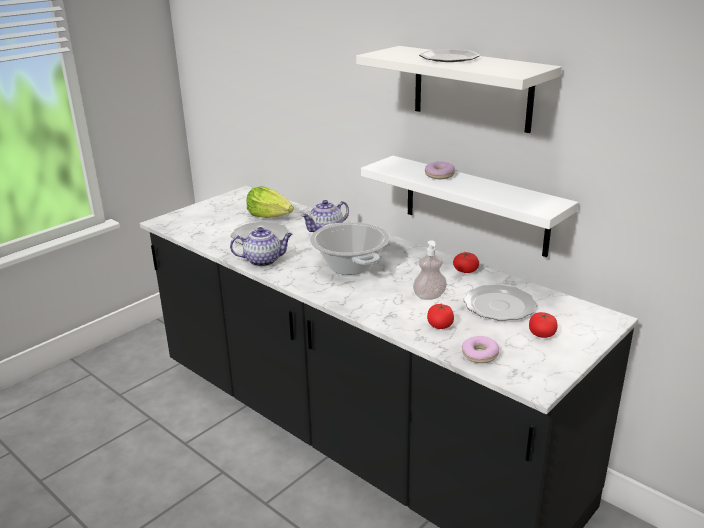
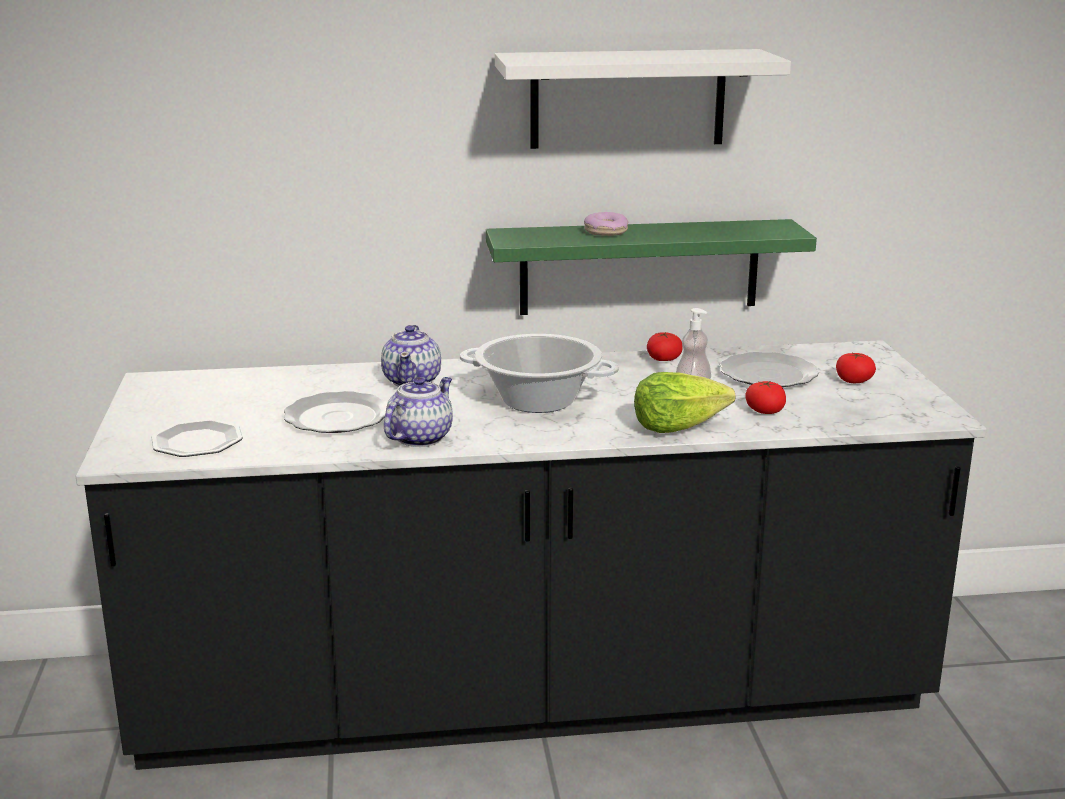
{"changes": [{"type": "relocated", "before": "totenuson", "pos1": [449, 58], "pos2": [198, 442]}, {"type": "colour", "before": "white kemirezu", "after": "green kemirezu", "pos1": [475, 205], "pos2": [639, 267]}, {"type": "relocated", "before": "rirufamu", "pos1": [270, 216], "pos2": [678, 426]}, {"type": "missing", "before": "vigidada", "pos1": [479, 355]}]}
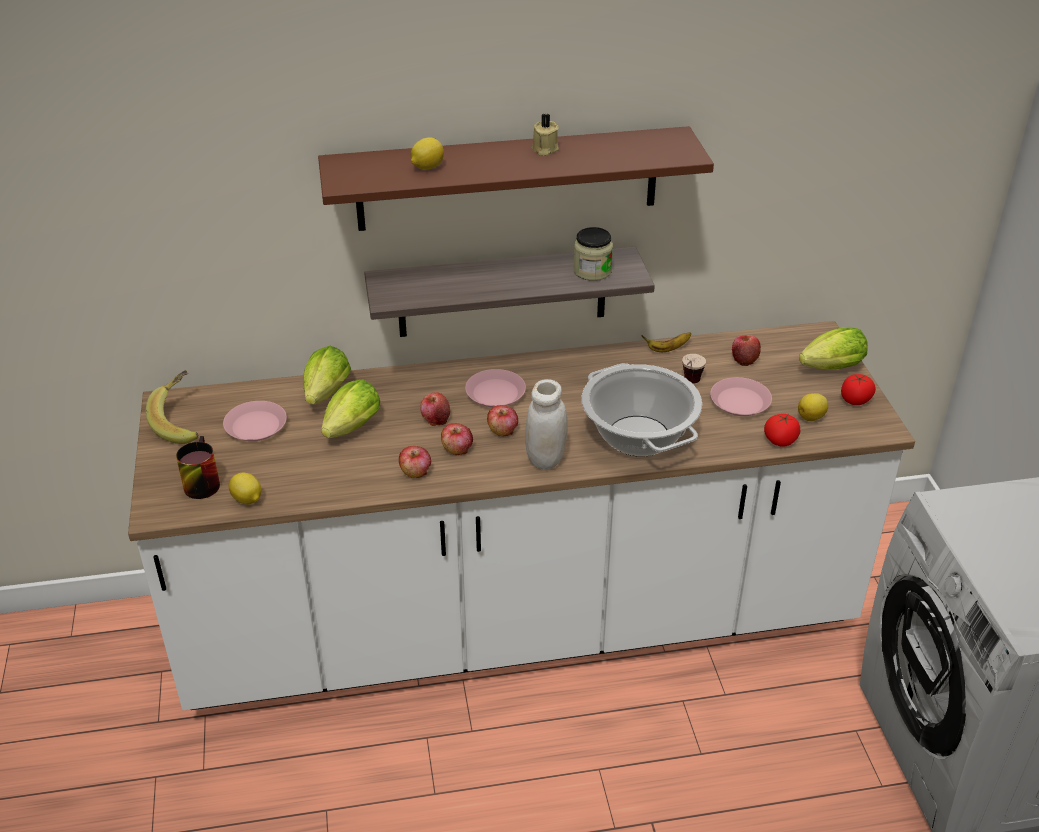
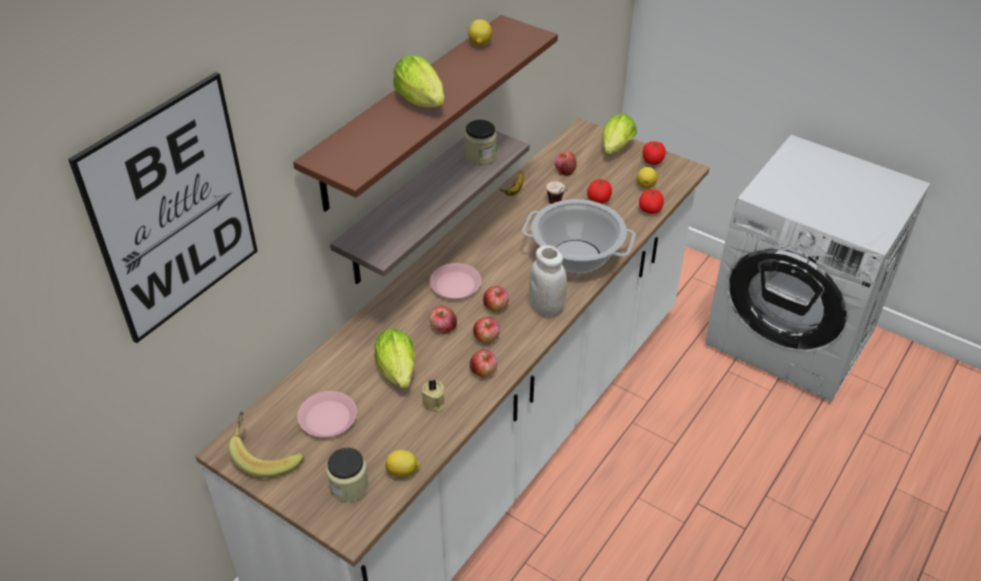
{"changes": [{"type": "relocated", "before": "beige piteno", "pos1": [544, 149], "pos2": [433, 403]}, {"type": "relocated", "before": "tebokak", "pos1": [427, 167], "pos2": [479, 44]}, {"type": "relocated", "before": "rirufamu", "pos1": [325, 396], "pos2": [423, 103]}, {"type": "exchanged", "before": "pink totenuson", "after": "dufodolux", "pos1": [739, 402], "pos2": [599, 199]}, {"type": "exchanged", "before": "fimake", "after": "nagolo", "pos1": [199, 482], "pos2": [349, 486]}, {"type": "appeared", "after": "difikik", "pos2": [173, 210]}]}
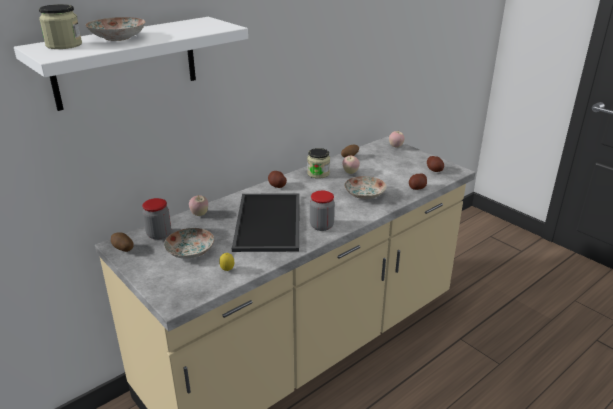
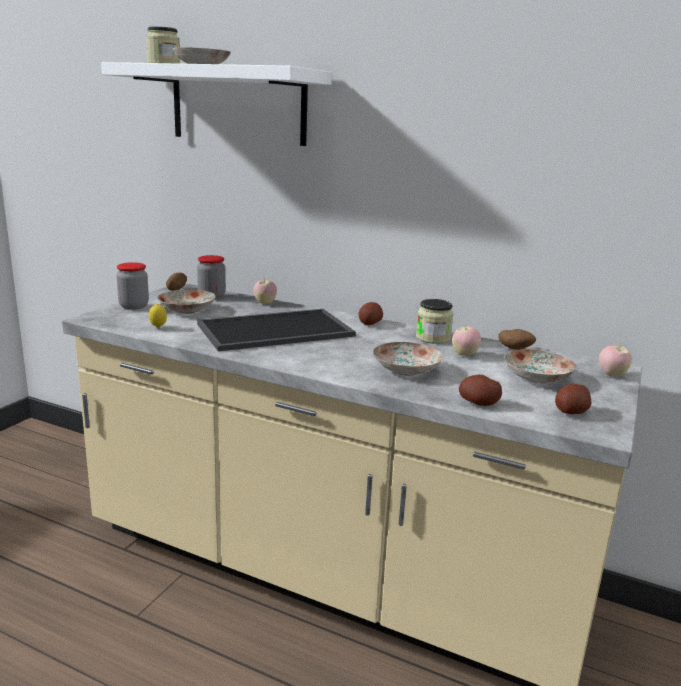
{"changes": [{"type": "relocated", "before": "nagolo", "pos1": [321, 226], "pos2": [134, 306]}, {"type": "appeared", "after": "totenuson", "pos2": [537, 378]}]}
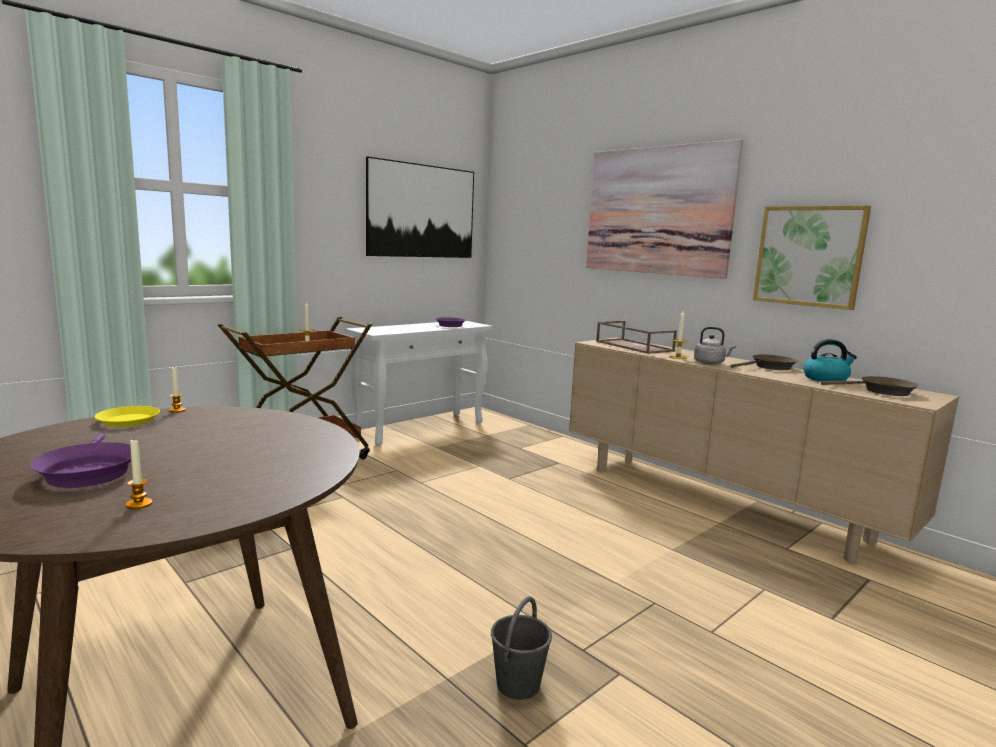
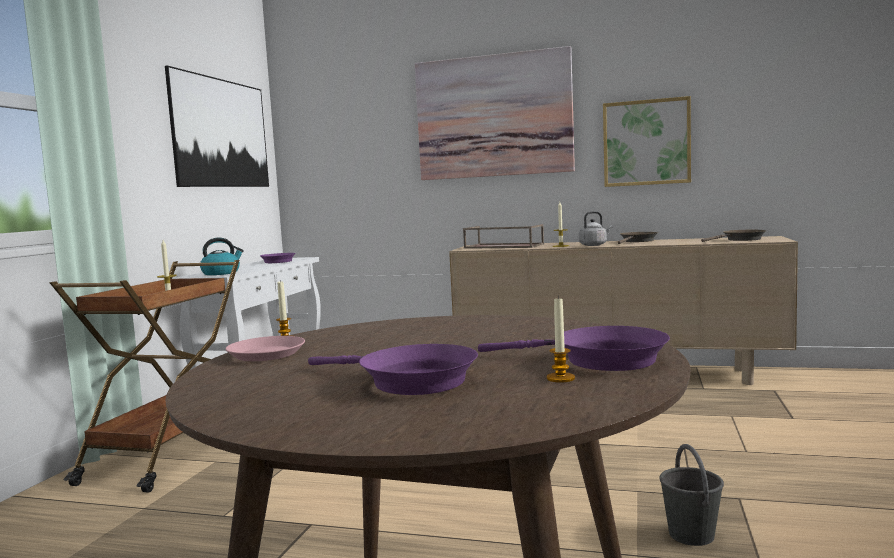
{"changes": [{"type": "relocated", "before": "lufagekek", "pos1": [826, 379], "pos2": [221, 273]}, {"type": "colour", "before": "yellow totenuson", "after": "pink totenuson", "pos1": [129, 420], "pos2": [267, 354]}, {"type": "appeared", "after": "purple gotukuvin", "pos2": [599, 360]}]}
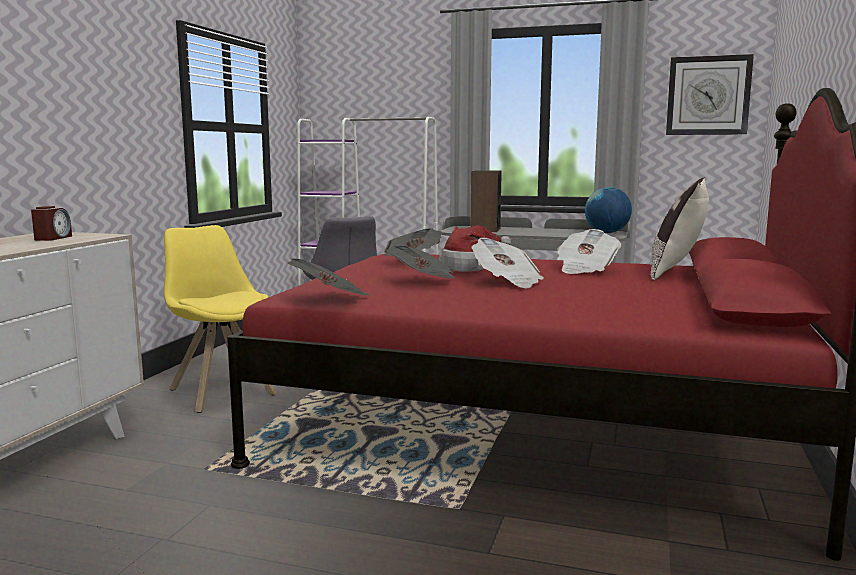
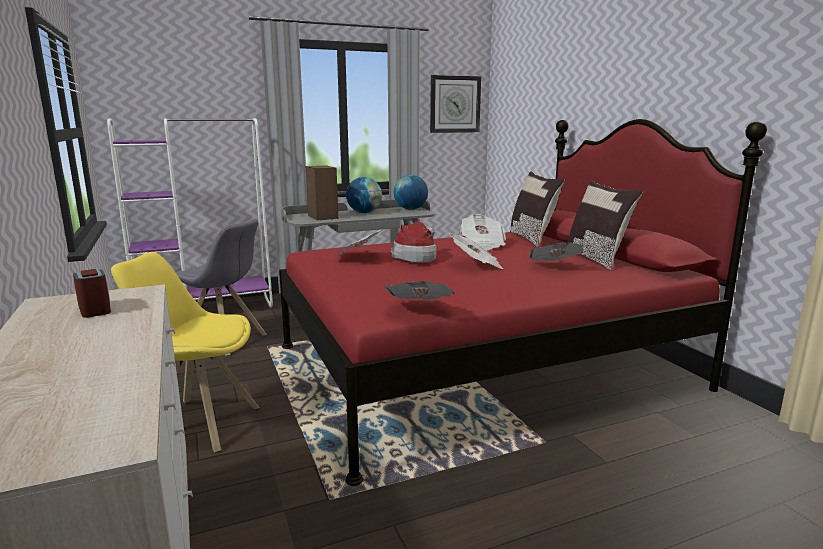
{"changes": [{"type": "relocated", "before": "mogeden", "pos1": [423, 282], "pos2": [554, 267]}, {"type": "appeared", "after": "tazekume", "pos2": [364, 212]}, {"type": "appeared", "after": "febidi", "pos2": [596, 259]}]}
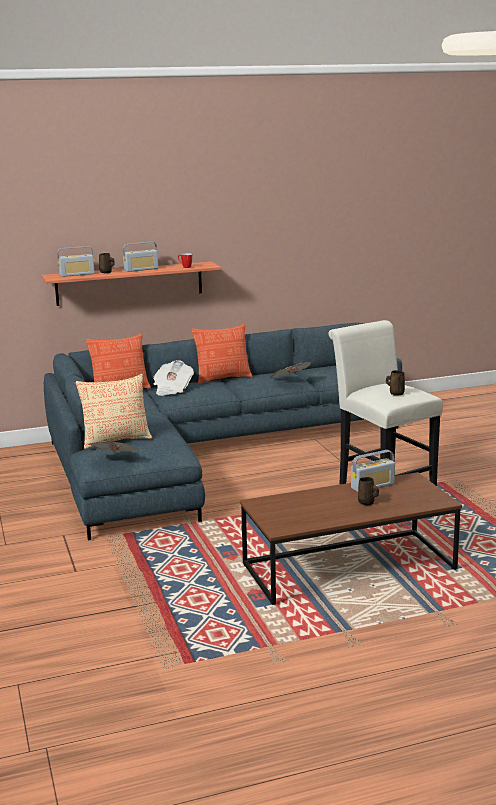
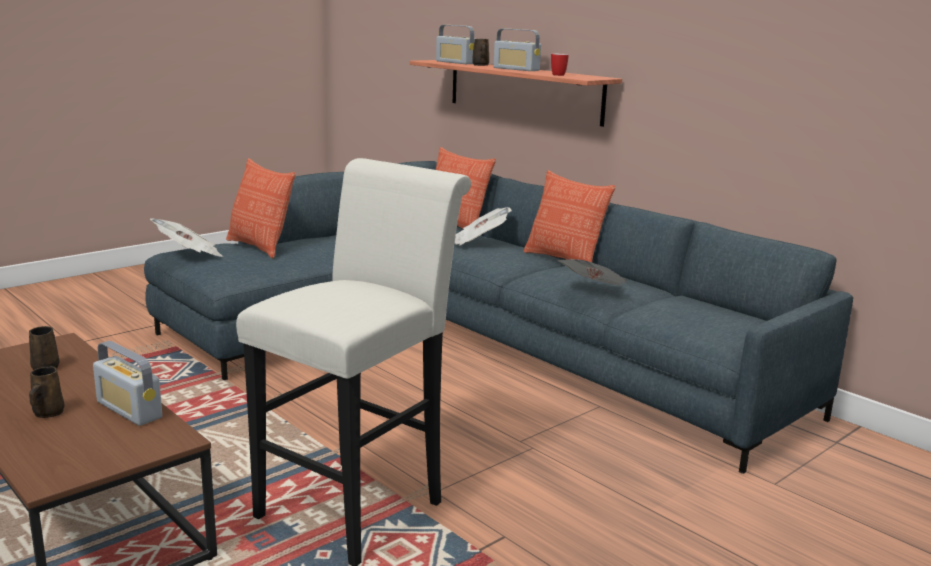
{"changes": [{"type": "relocated", "before": "brown fimake", "pos1": [396, 393], "pos2": [46, 367]}, {"type": "colour", "before": "beige febidi", "after": "orange febidi", "pos1": [116, 441], "pos2": [260, 247]}]}
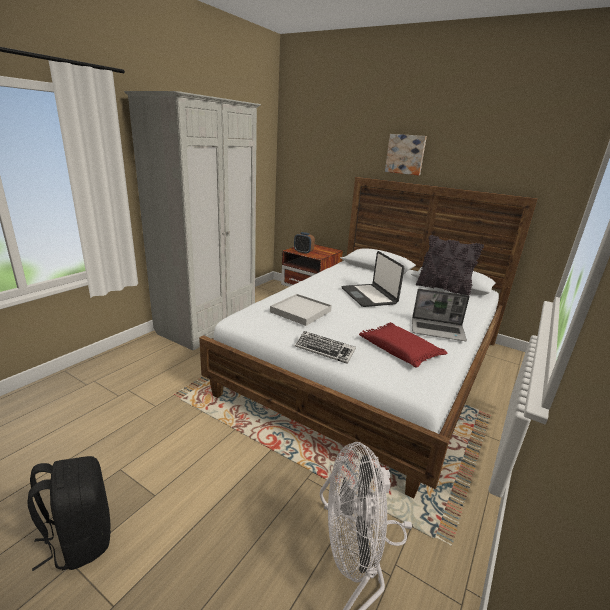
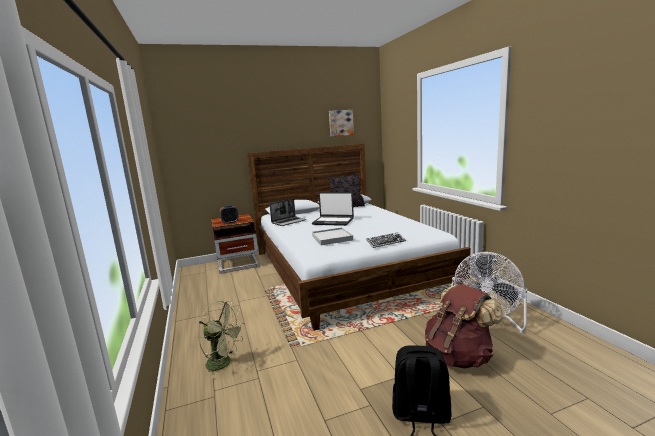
{"changes": [{"type": "missing", "before": "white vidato", "pos1": [207, 325]}, {"type": "relocated", "before": "difikik", "pos1": [405, 154], "pos2": [340, 123]}, {"type": "relocated", "before": "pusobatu", "pos1": [438, 330], "pos2": [289, 222]}, {"type": "missing", "before": "red febidi", "pos1": [400, 348]}, {"type": "appeared", "after": "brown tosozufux", "pos2": [459, 356]}, {"type": "appeared", "after": "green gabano", "pos2": [224, 363]}]}
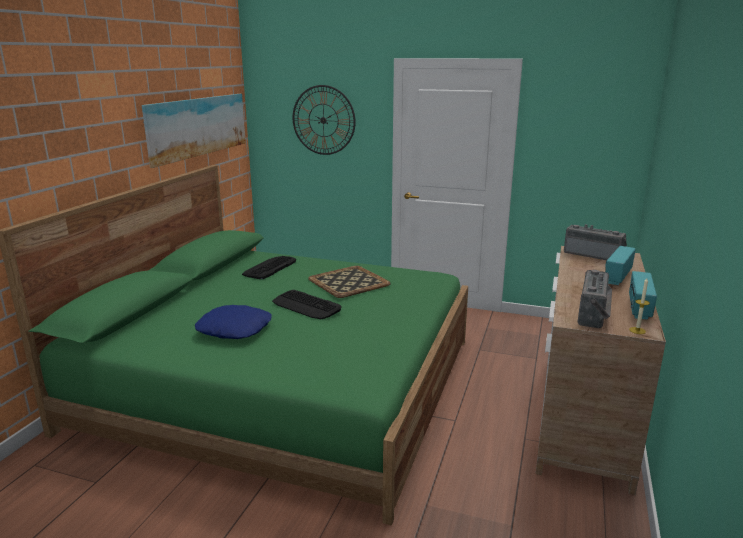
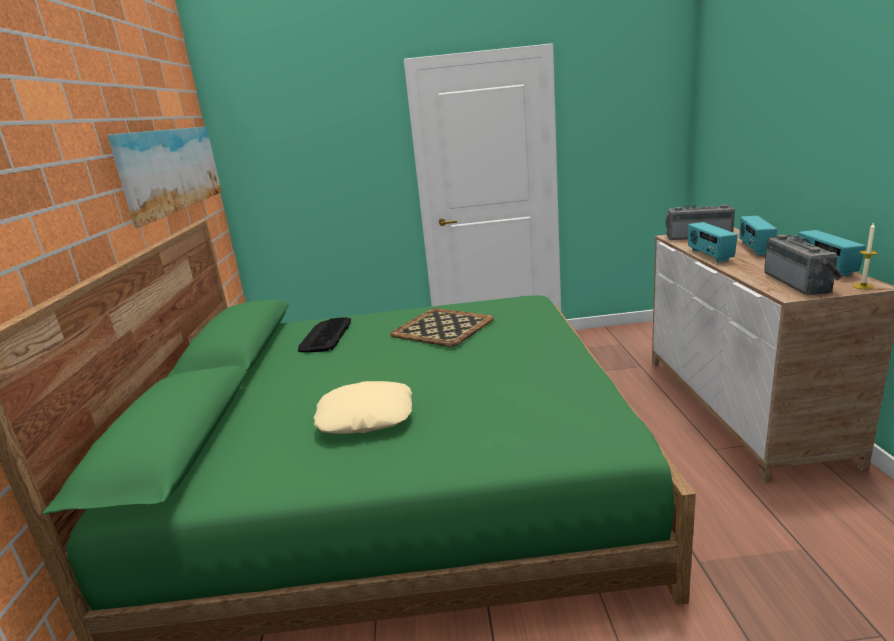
{"changes": [{"type": "missing", "before": "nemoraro", "pos1": [323, 120]}, {"type": "missing", "before": "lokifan", "pos1": [306, 306]}, {"type": "colour", "before": "blue febidi", "after": "beige febidi", "pos1": [235, 329], "pos2": [366, 416]}, {"type": "appeared", "after": "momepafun", "pos2": [709, 255]}]}
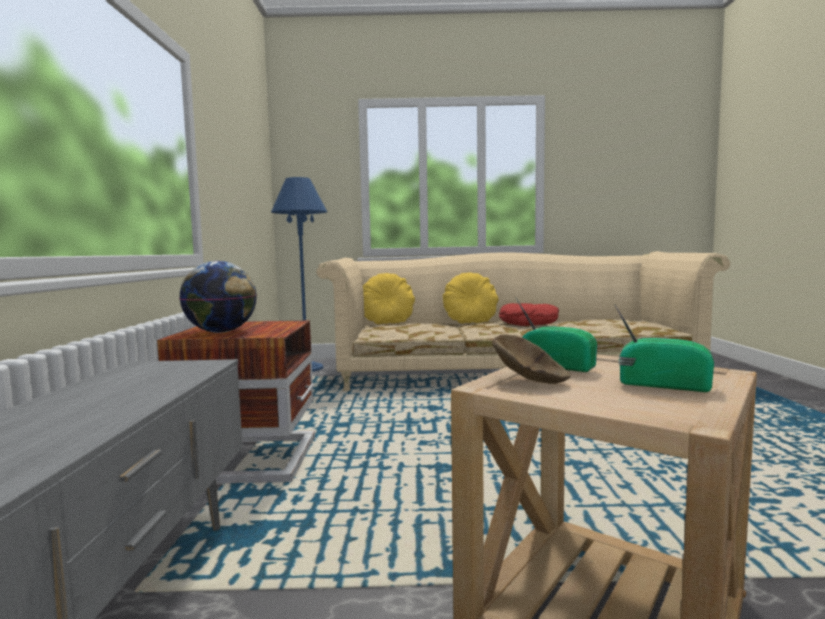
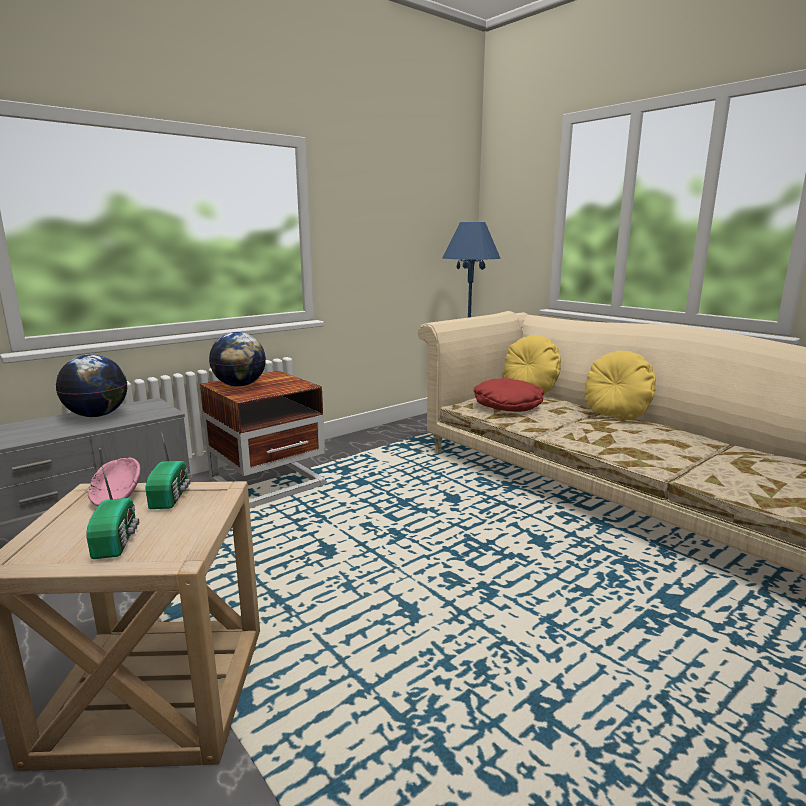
{"changes": [{"type": "relocated", "before": "red febidi", "pos1": [528, 323], "pos2": [509, 405]}, {"type": "colour", "before": "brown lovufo", "after": "pink lovufo", "pos1": [531, 379], "pos2": [115, 497]}, {"type": "appeared", "after": "tazekume", "pos2": [97, 415]}]}
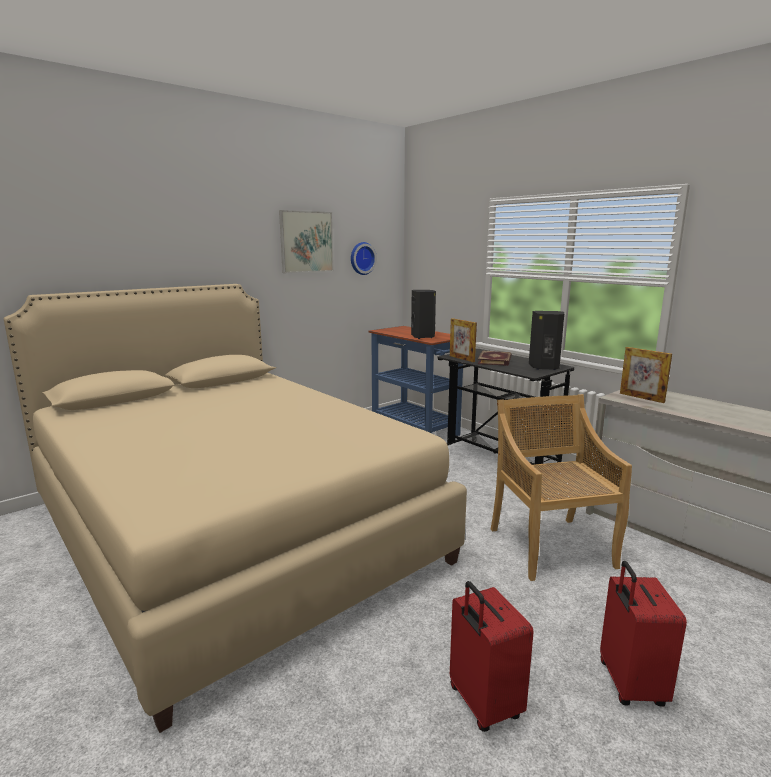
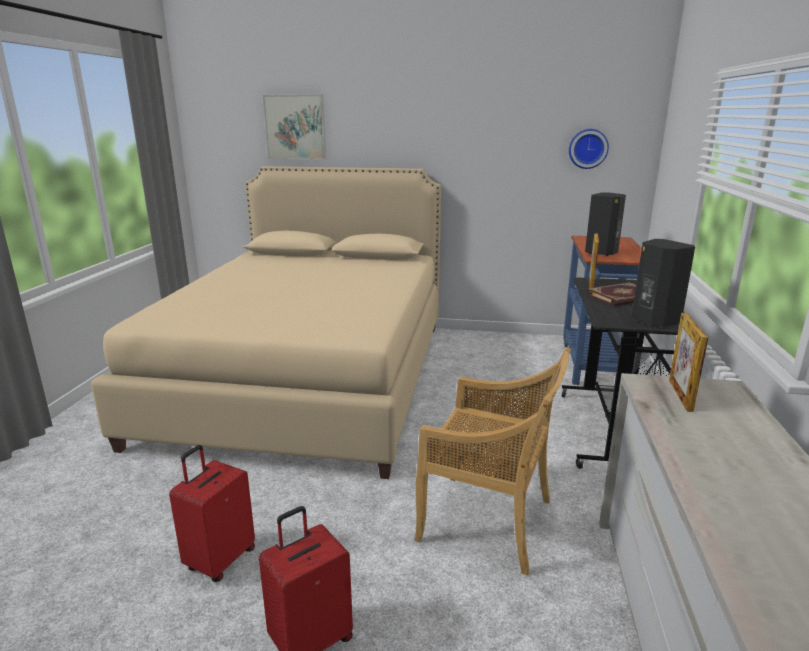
{"changes": [{"type": "relocated", "before": "difikik", "pos1": [306, 242], "pos2": [295, 127]}, {"type": "spun", "before": "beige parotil", "pos1": [550, 546], "pos2": [488, 521], "turn": 75}]}
